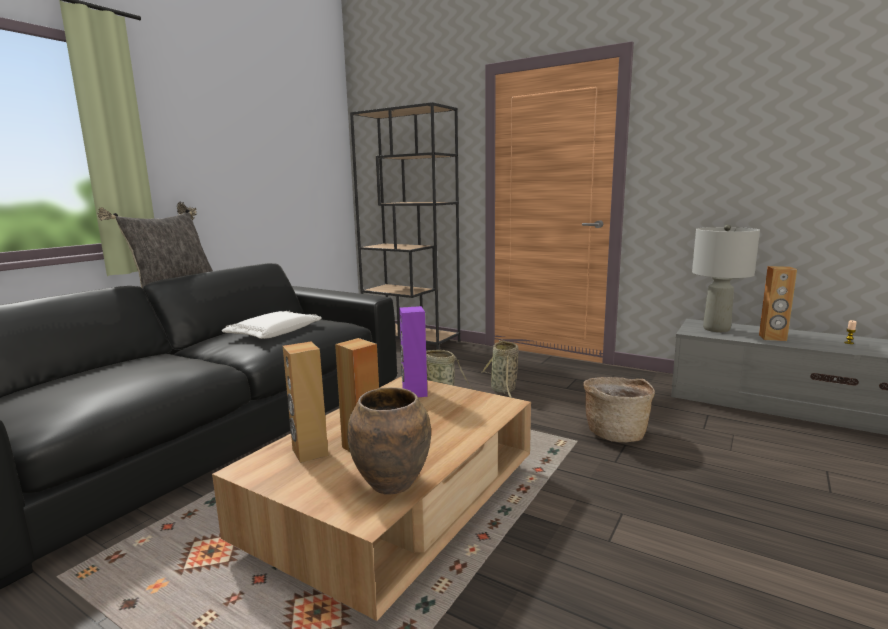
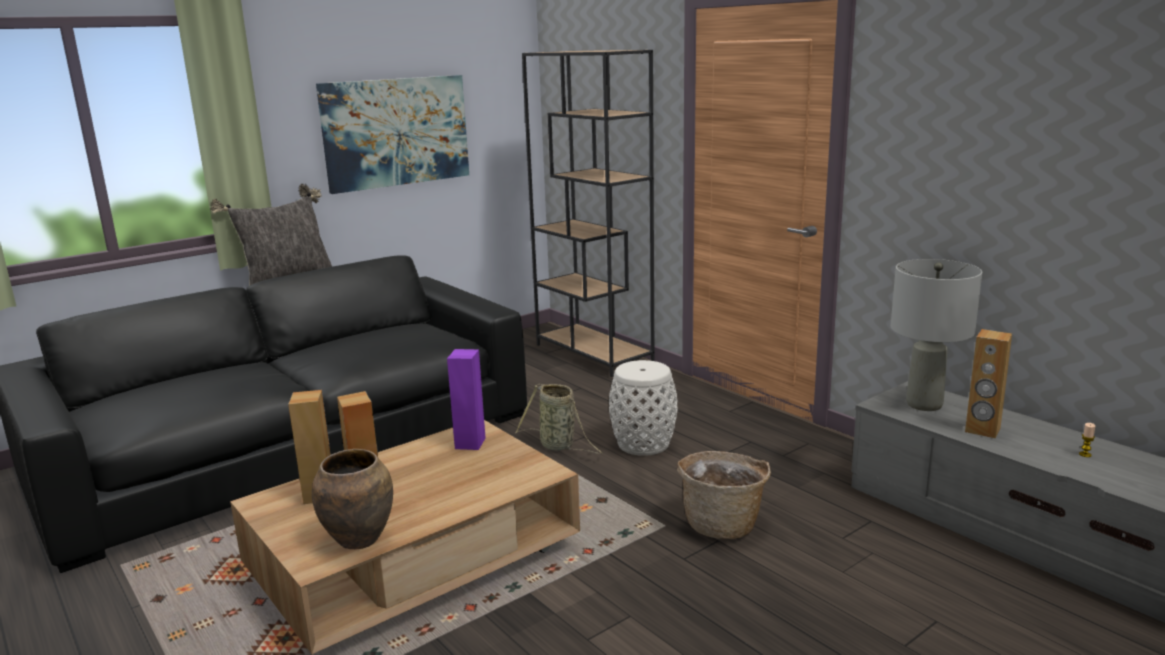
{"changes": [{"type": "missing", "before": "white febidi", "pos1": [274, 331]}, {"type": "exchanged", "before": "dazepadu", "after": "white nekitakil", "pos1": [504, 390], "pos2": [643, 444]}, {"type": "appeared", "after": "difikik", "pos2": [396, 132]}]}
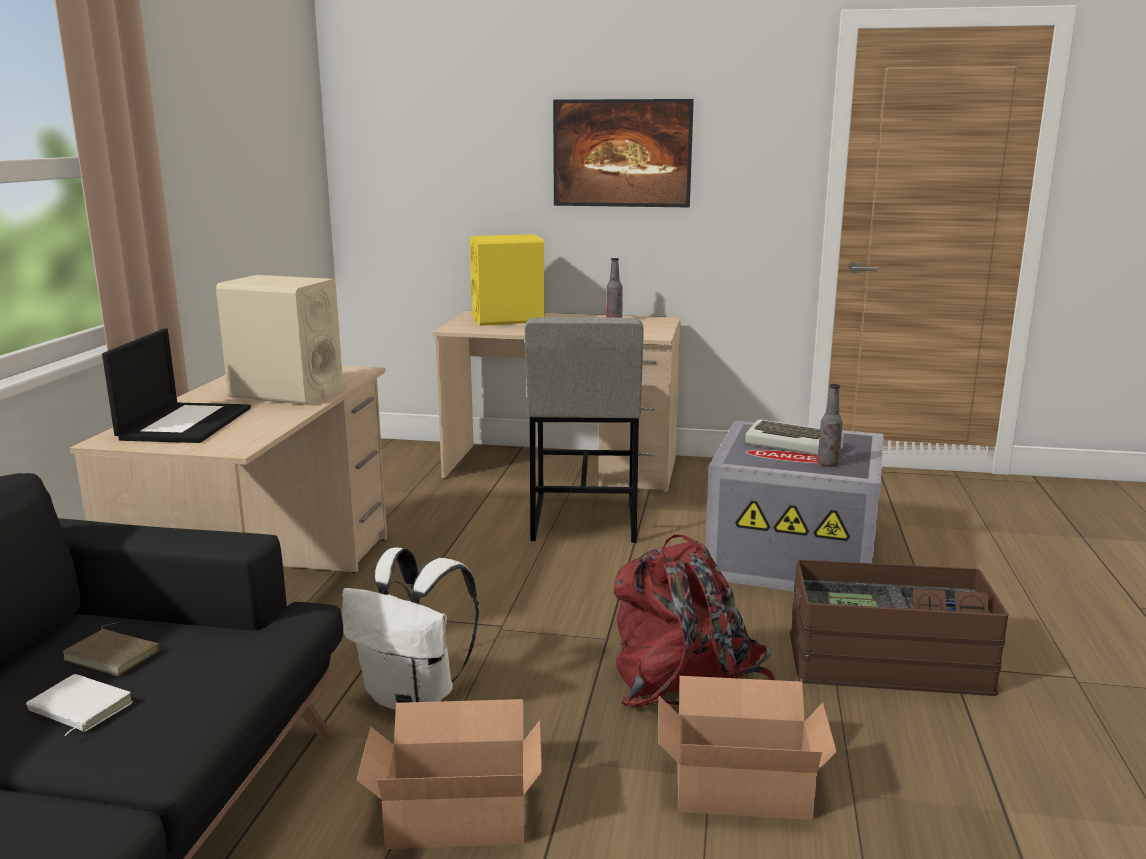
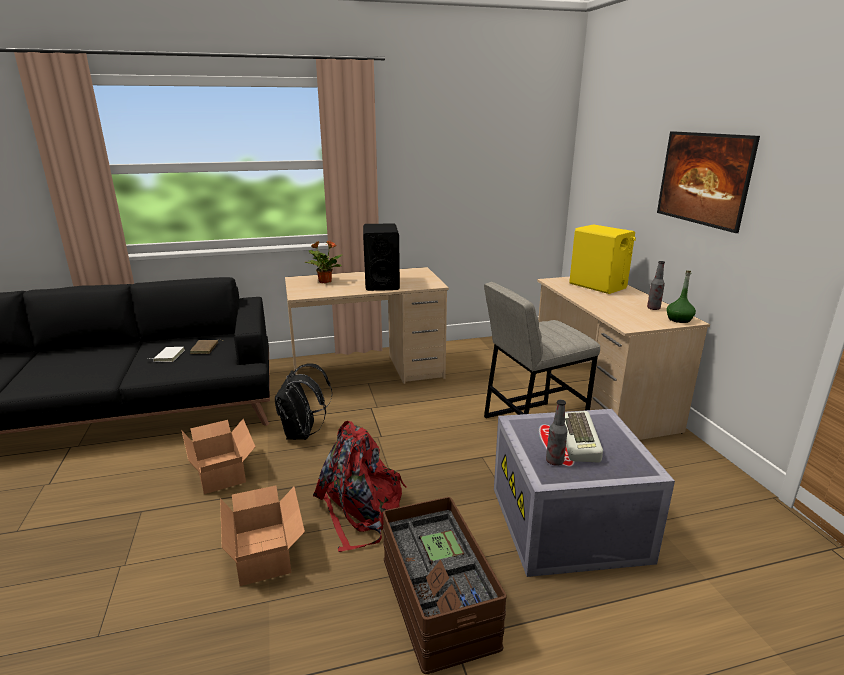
{"changes": [{"type": "colour", "before": "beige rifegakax", "after": "black rifegakax", "pos1": [286, 393], "pos2": [381, 283]}, {"type": "exchanged", "before": "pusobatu", "after": "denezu", "pos1": [185, 423], "pos2": [324, 281]}, {"type": "colour", "before": "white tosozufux", "after": "black tosozufux", "pos1": [414, 698], "pos2": [302, 434]}, {"type": "appeared", "after": "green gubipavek", "pos2": [679, 319]}]}
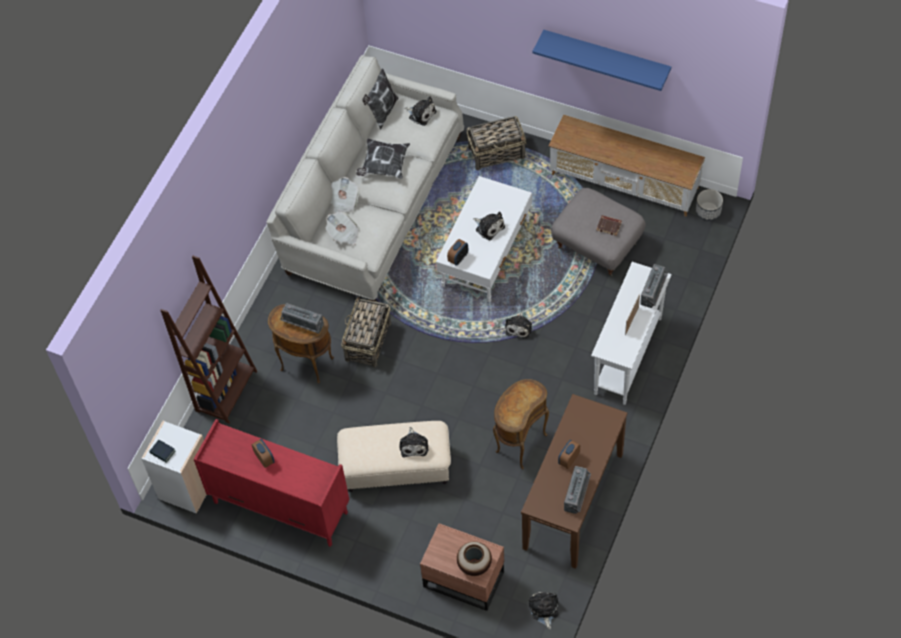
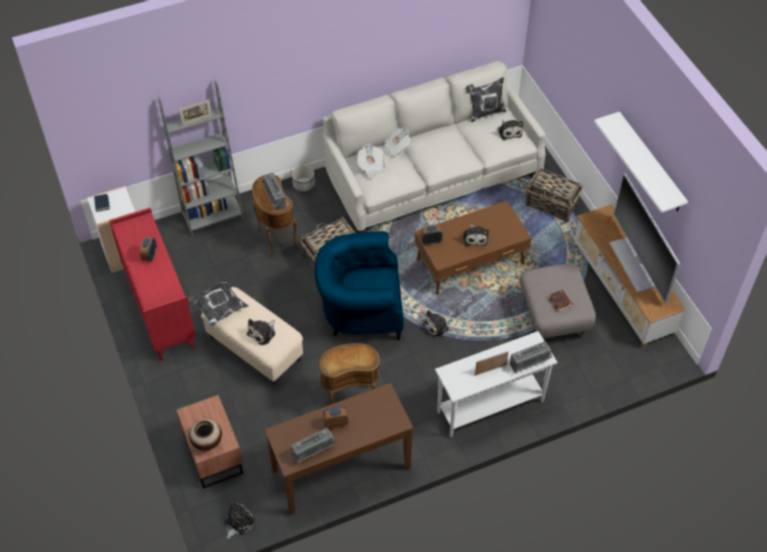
{"changes": [{"type": "colour", "before": "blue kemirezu", "after": "white kemirezu", "pos1": [606, 56], "pos2": [650, 163]}, {"type": "relocated", "before": "febidi", "pos1": [384, 165], "pos2": [218, 308]}, {"type": "colour", "before": "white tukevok", "after": "brown tukevok", "pos1": [485, 252], "pos2": [470, 261]}, {"type": "relocated", "before": "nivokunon", "pos1": [708, 211], "pos2": [304, 185]}, {"type": "colour", "before": "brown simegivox", "after": "grey simegivox", "pos1": [226, 391], "pos2": [213, 216]}, {"type": "appeared", "after": "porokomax", "pos2": [197, 120]}, {"type": "appeared", "after": "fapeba", "pos2": [633, 264]}, {"type": "appeared", "after": "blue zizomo", "pos2": [361, 313]}]}
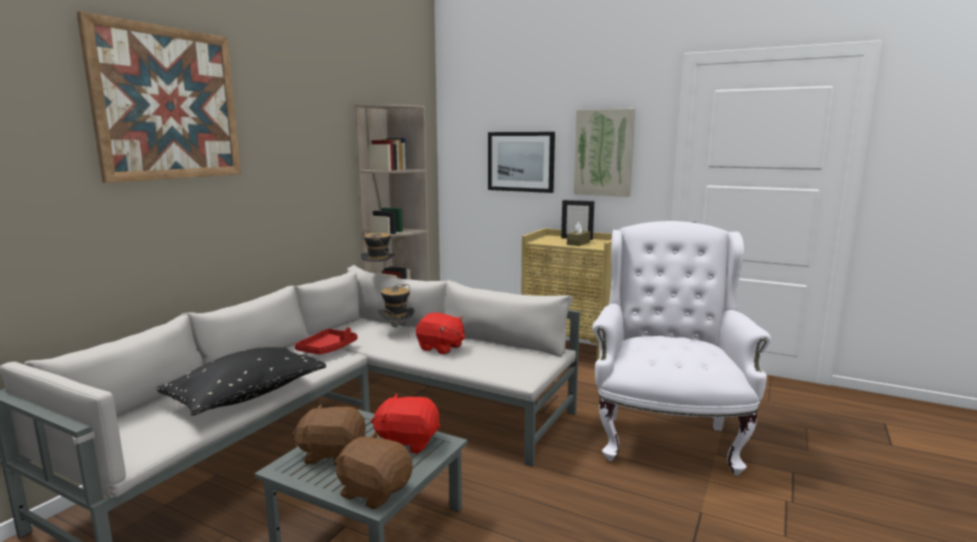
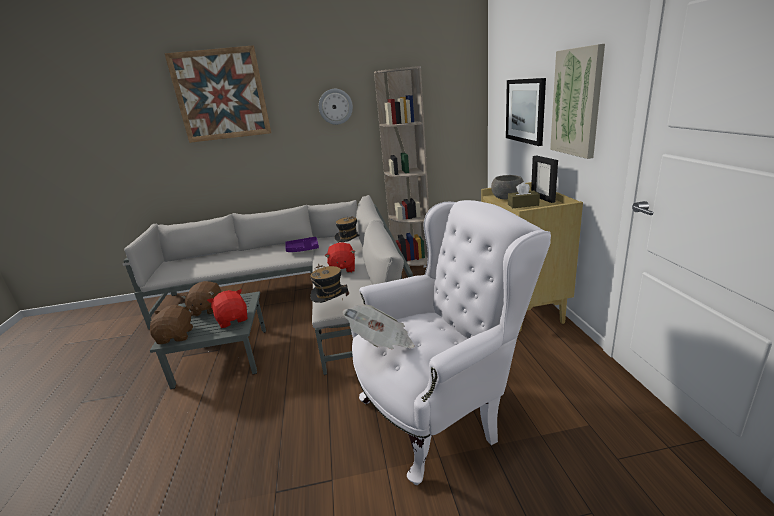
{"changes": [{"type": "relocated", "before": "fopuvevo", "pos1": [379, 276], "pos2": [332, 310]}, {"type": "colour", "before": "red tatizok", "after": "purple tatizok", "pos1": [327, 349], "pos2": [303, 249]}, {"type": "missing", "before": "black febidi", "pos1": [247, 396]}, {"type": "spun", "before": "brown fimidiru", "pos1": [332, 454], "pos2": [207, 309], "turn": -150}, {"type": "appeared", "after": "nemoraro", "pos2": [335, 106]}, {"type": "appeared", "after": "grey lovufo", "pos2": [507, 198]}, {"type": "appeared", "after": "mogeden", "pos2": [381, 342]}]}
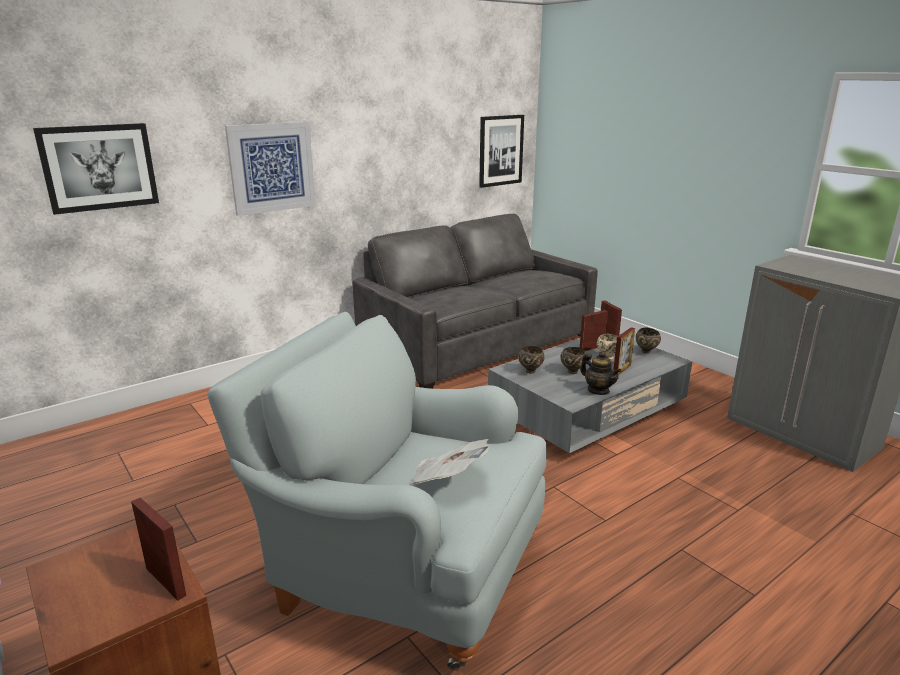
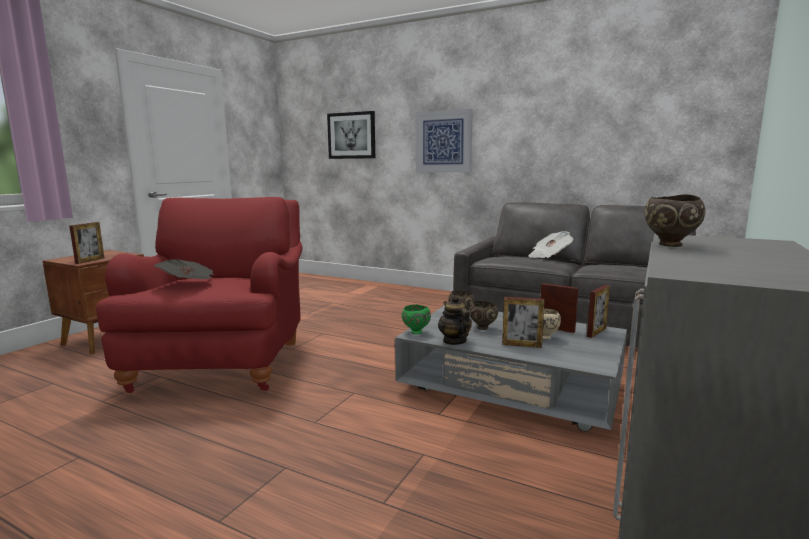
{"changes": [{"type": "missing", "before": "difikik", "pos1": [500, 150]}, {"type": "colour", "before": "grey zizomo", "after": "red zizomo", "pos1": [399, 569], "pos2": [224, 362]}, {"type": "relocated", "before": "brown lovufo", "pos1": [646, 352], "pos2": [670, 245]}, {"type": "spun", "before": "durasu", "pos1": [598, 390], "pos2": [454, 341], "turn": 135}, {"type": "appeared", "after": "mogeden", "pos2": [549, 256]}, {"type": "appeared", "after": "green lovufo", "pos2": [415, 332]}]}
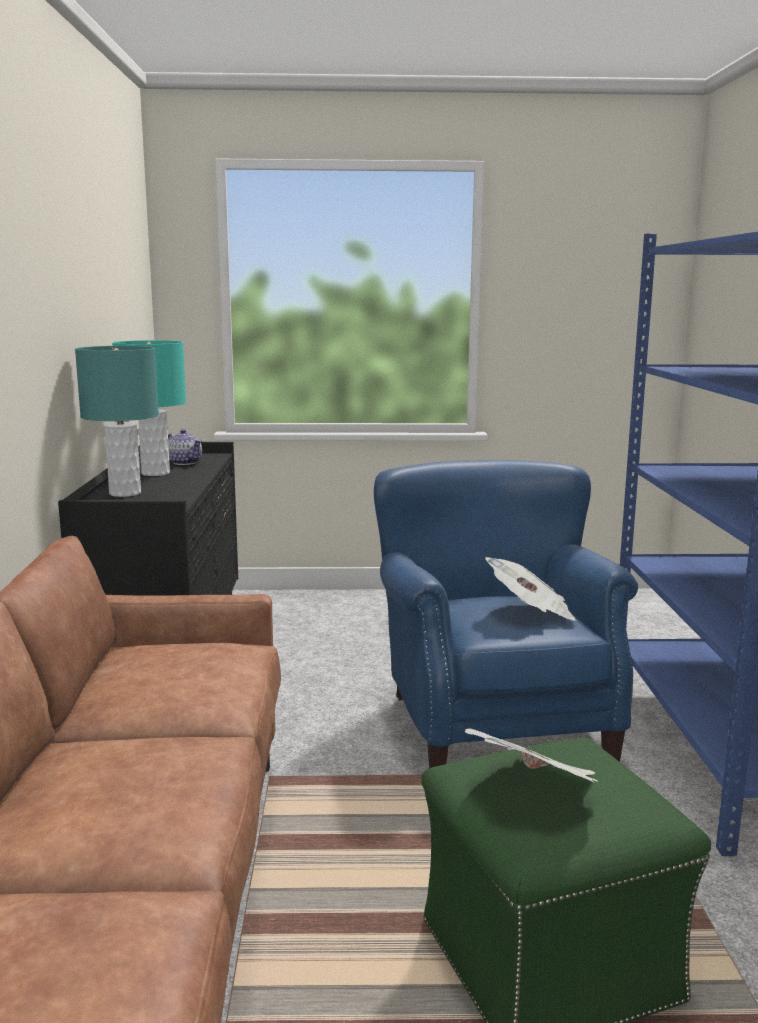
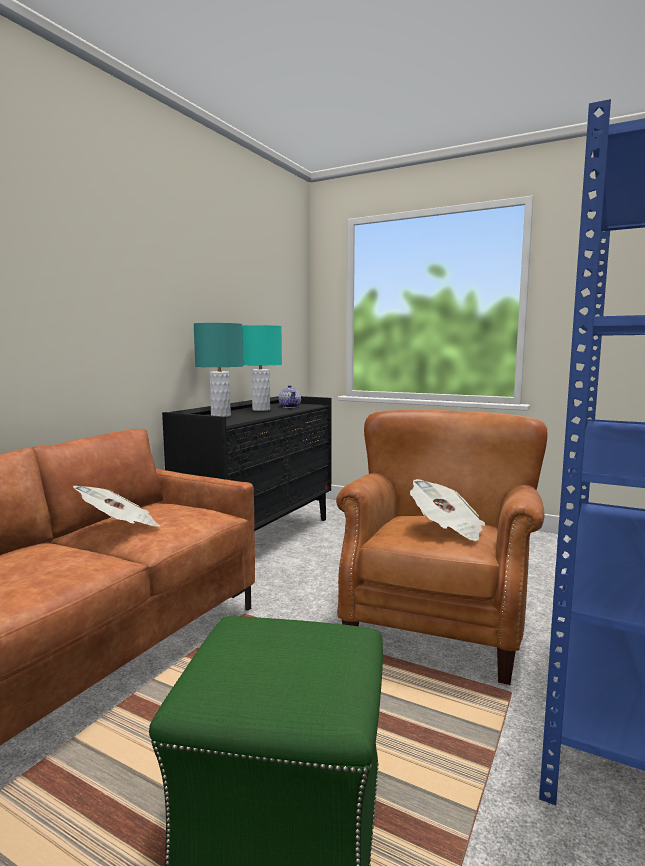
{"changes": [{"type": "colour", "before": "blue zizomo", "after": "brown zizomo", "pos1": [494, 720], "pos2": [437, 619]}, {"type": "relocated", "before": "mogeden", "pos1": [535, 789], "pos2": [120, 526]}]}
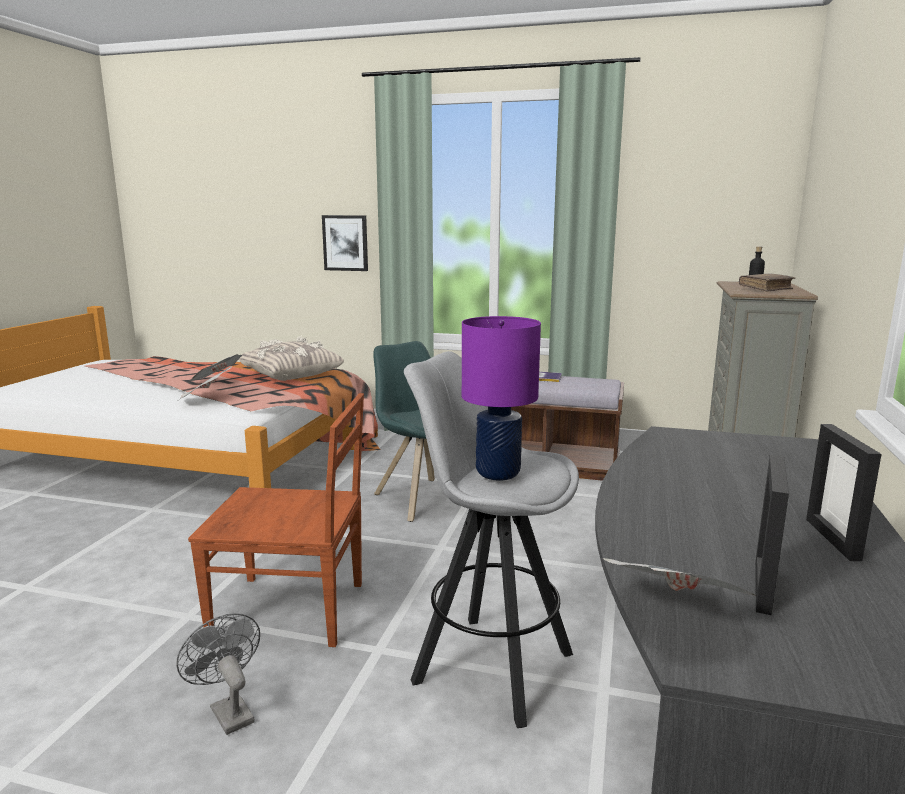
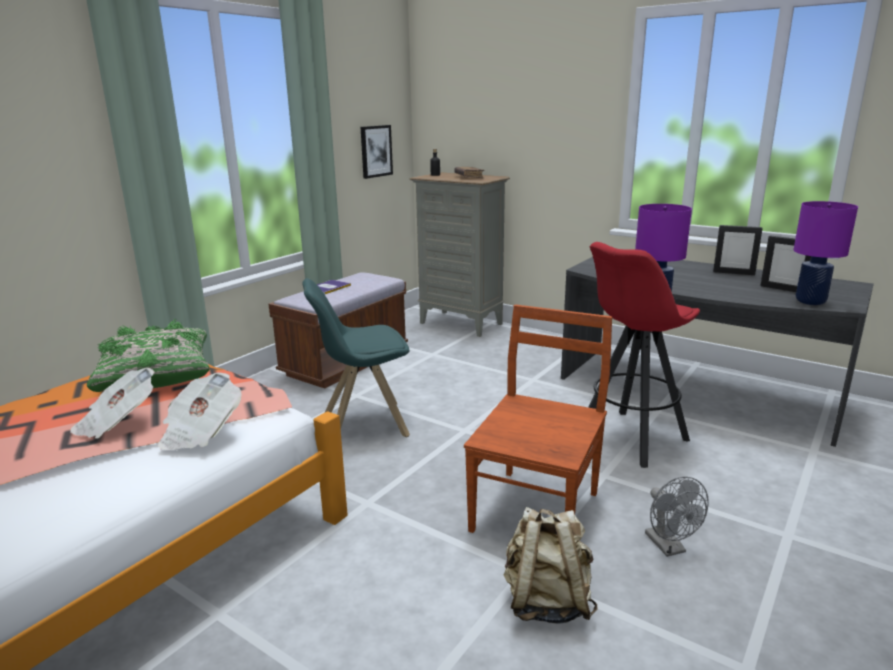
{"changes": [{"type": "relocated", "before": "difikik", "pos1": [345, 243], "pos2": [375, 151]}, {"type": "colour", "before": "beige febidi", "after": "green febidi", "pos1": [292, 376], "pos2": [156, 378]}, {"type": "colour", "before": "grey nekitakil", "after": "red nekitakil", "pos1": [489, 665], "pos2": [629, 438]}, {"type": "exchanged", "before": "mogeden", "after": "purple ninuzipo", "pos1": [676, 611], "pos2": [809, 303]}, {"type": "spun", "before": "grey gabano", "pos1": [228, 711], "pos2": [669, 547], "turn": -90}, {"type": "appeared", "after": "beige tosozufux", "pos2": [546, 602]}]}
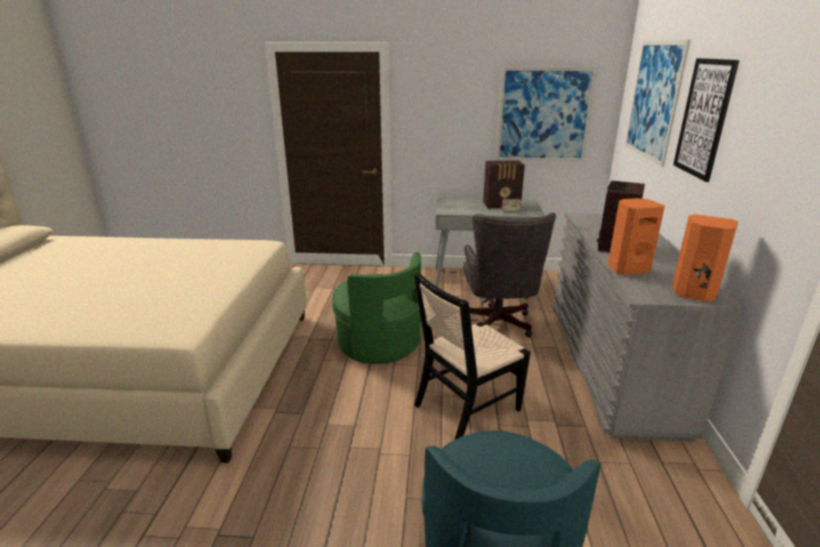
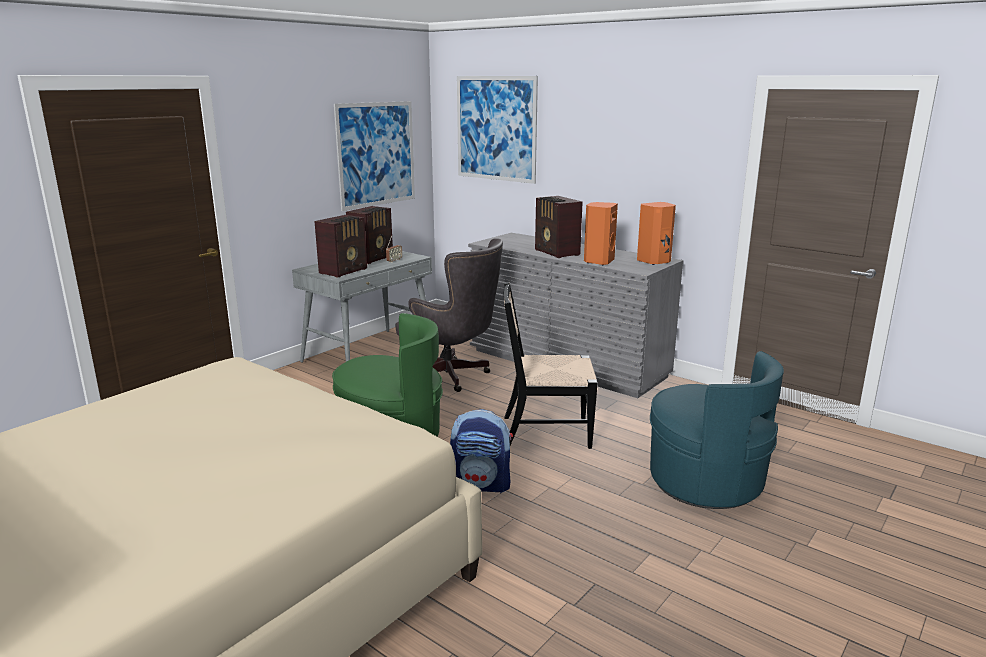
{"changes": [{"type": "missing", "before": "difikik", "pos1": [704, 118]}, {"type": "spun", "before": "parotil", "pos1": [467, 408], "pos2": [545, 432], "turn": 90}, {"type": "appeared", "after": "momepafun", "pos2": [344, 271]}, {"type": "appeared", "after": "tosozufux", "pos2": [482, 484]}]}
